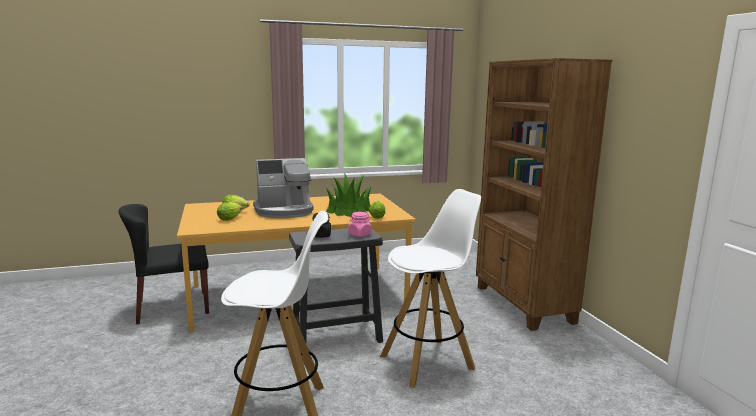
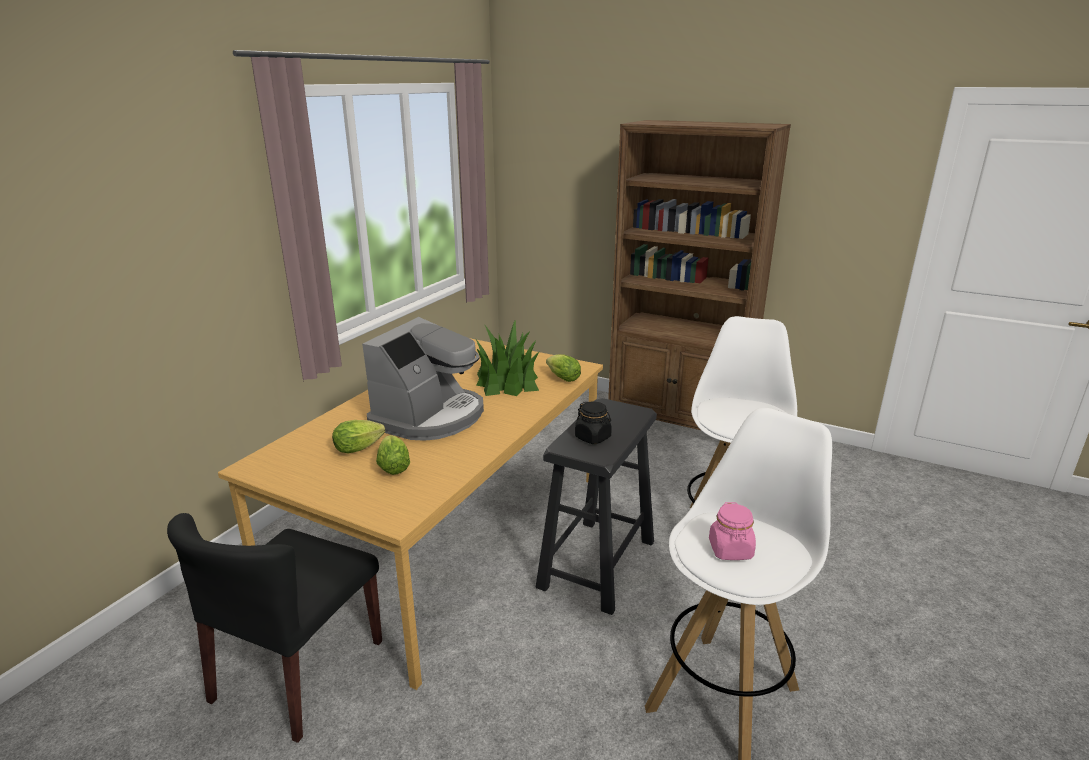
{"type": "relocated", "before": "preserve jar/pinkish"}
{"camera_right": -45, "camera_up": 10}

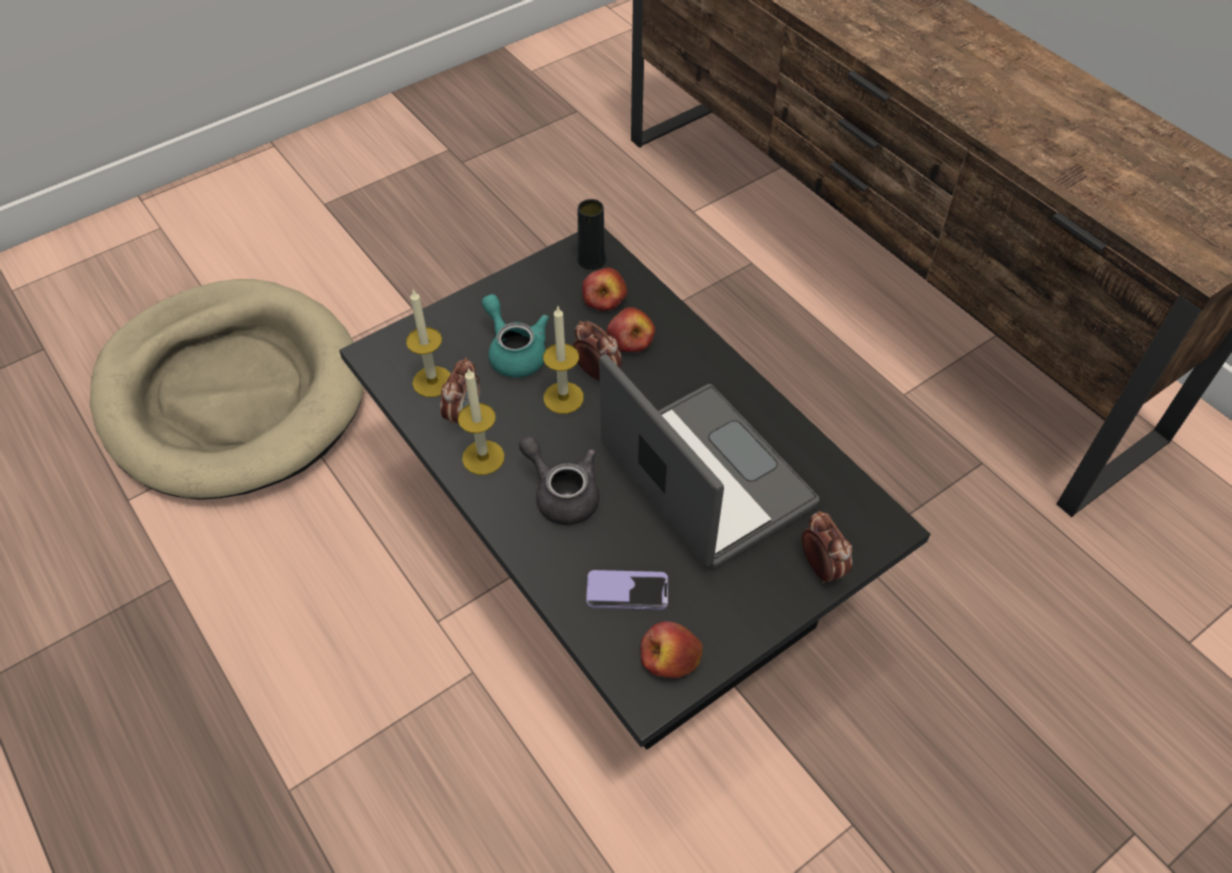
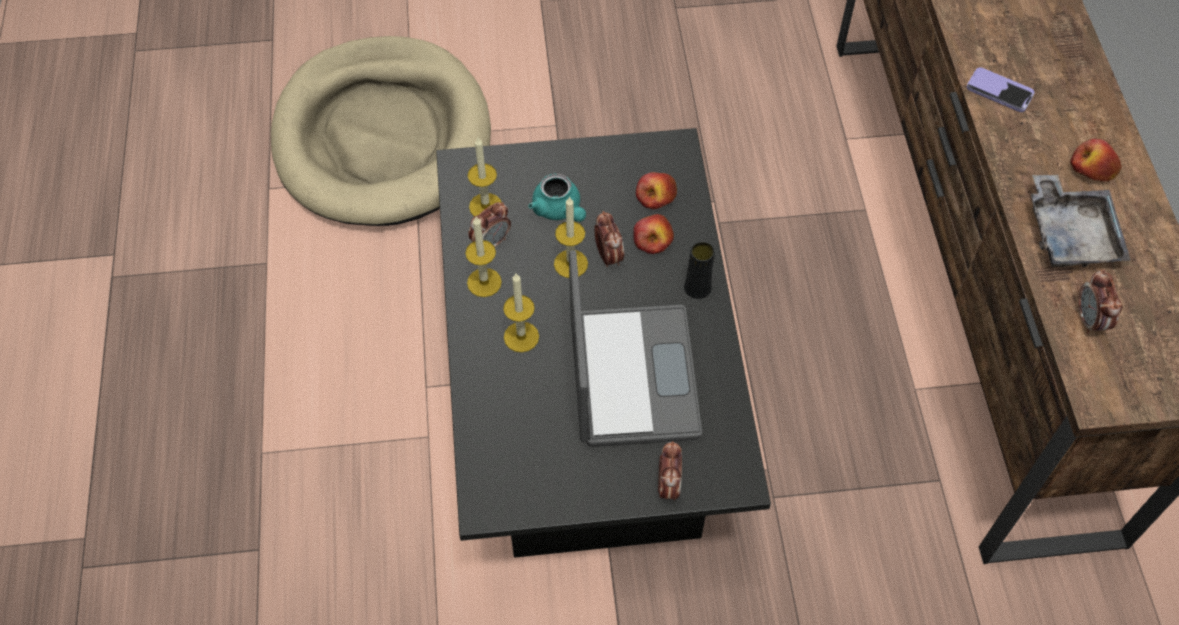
{"type": "spun", "before": "teapot/blue-green", "turn": 150}
{"type": "exchanged", "before": "teapot/greyish", "after": "wax light (no. 3 from left)"}
{"type": "relocated", "before": "flower vase/blackish"}
{"type": "relocated", "before": "telephone"}
{"type": "relocated", "before": "apple fruit (no. 3 from left)"}
{"type": "appeared", "after": "tray/greyish"}
{"type": "appeared", "after": "table clock (no. 4 from left)"}
{"camera_right": 30, "camera_up": 5}

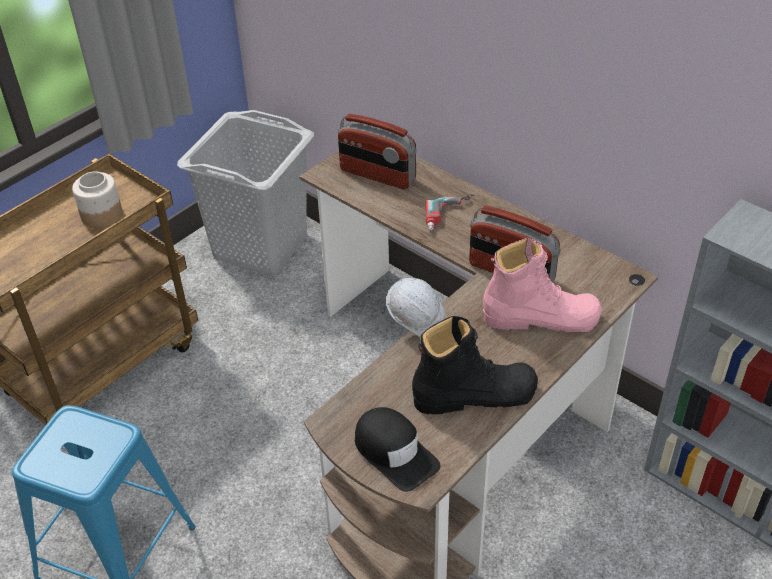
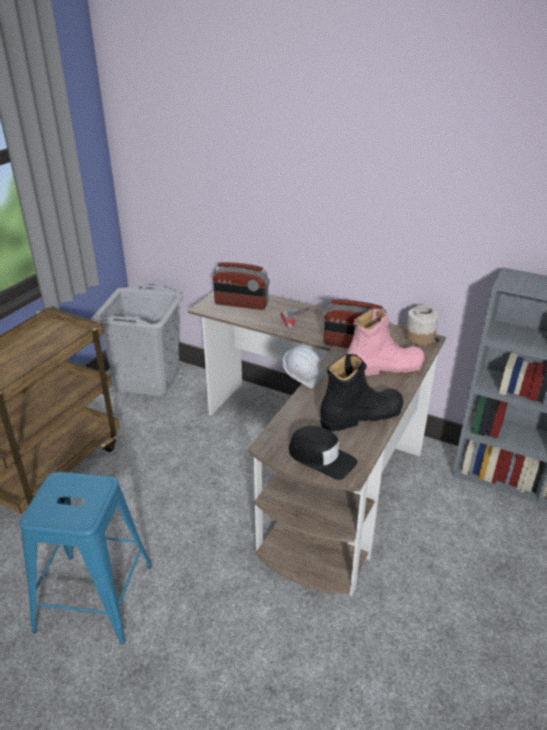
{"type": "relocated", "before": "preserve jar"}
{"camera_right": -15, "camera_up": -10}

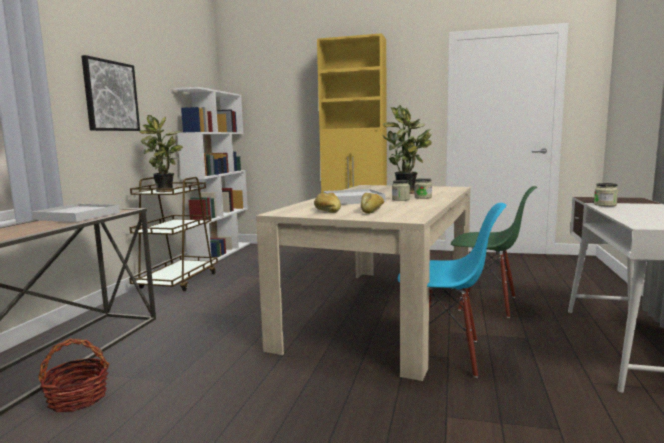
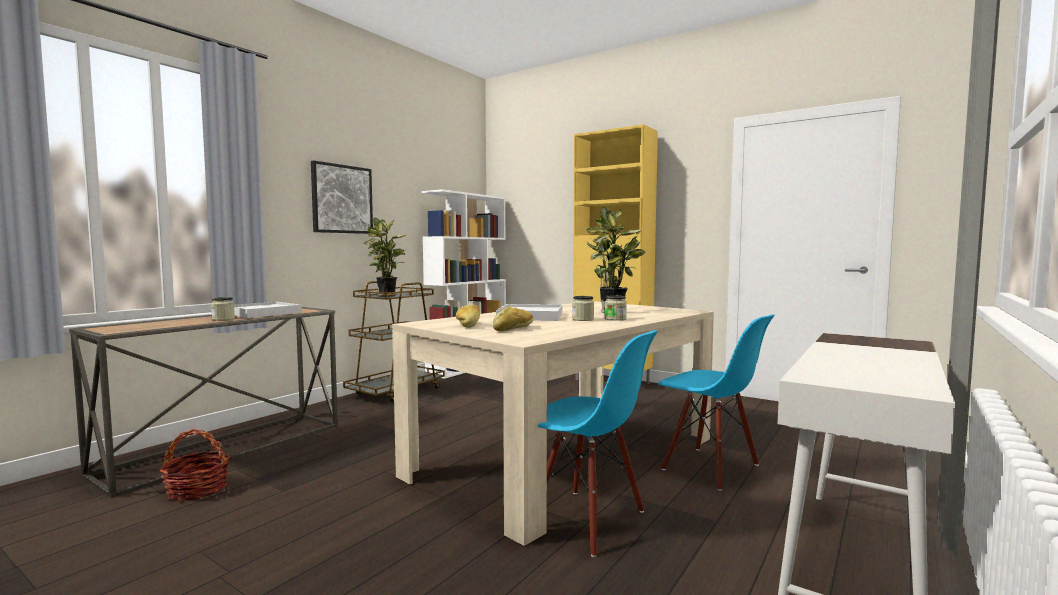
{"type": "colour", "before": "upright chair/green-coloured", "after": "upright chair/blue (no. 2 from left)"}
{"type": "relocated", "before": "preserve jar (no. 3 from left in the first image)", "after": "preserve jar (no. 1 from left)"}
{"camera_right": 20, "camera_up": -5}

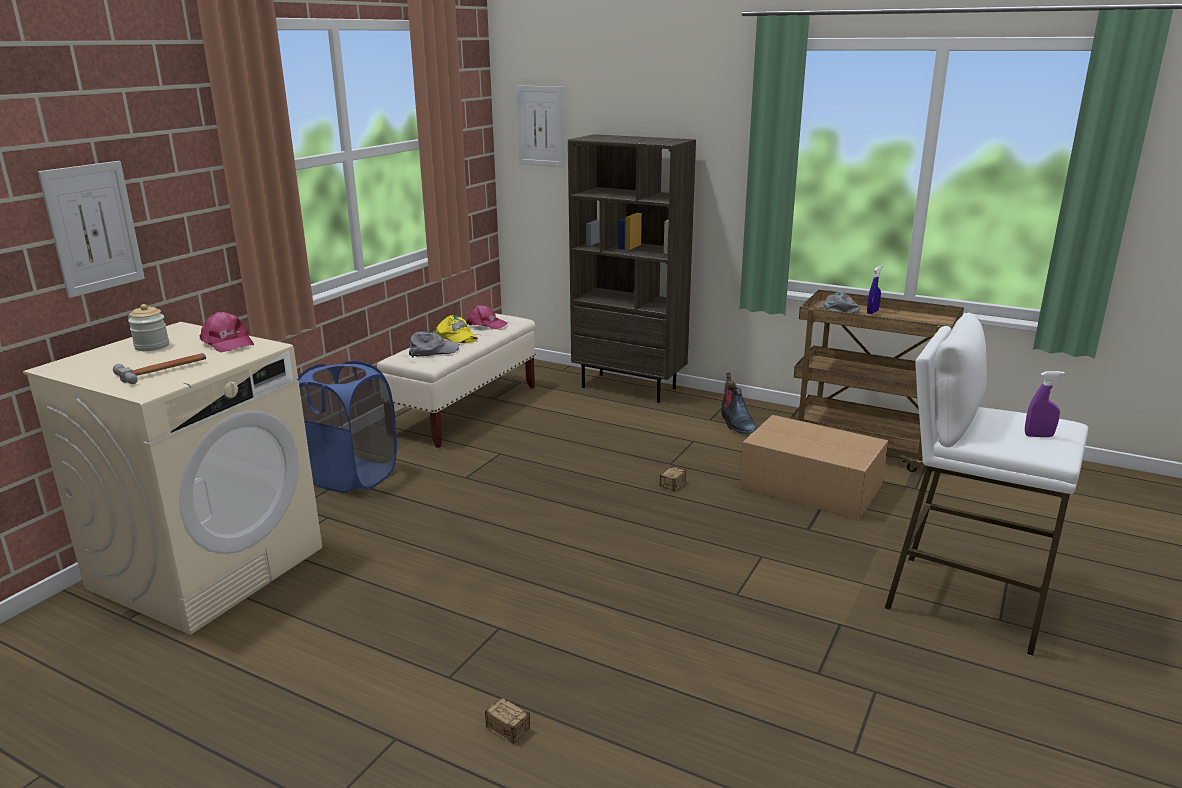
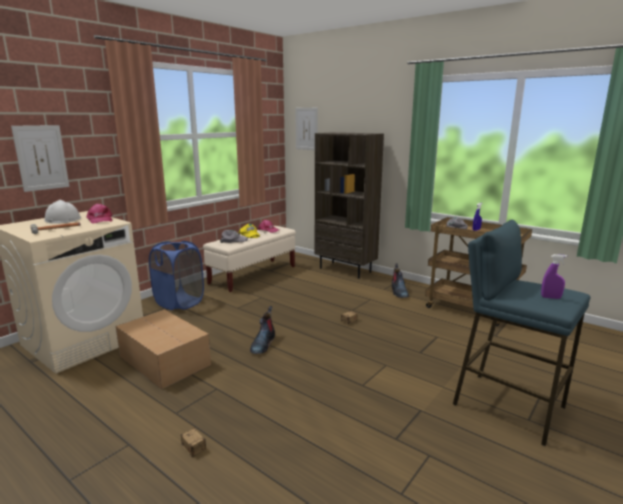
{"type": "exchanged", "before": "preserve jar", "after": "work helmet/whitish"}
{"type": "relocated", "before": "packing box"}
{"type": "colour", "before": "sitting stool/whitish", "after": "sitting stool/blue"}
{"type": "appeared", "after": "boot (no. 1 from left)"}
{"camera_right": 10, "camera_up": -5}

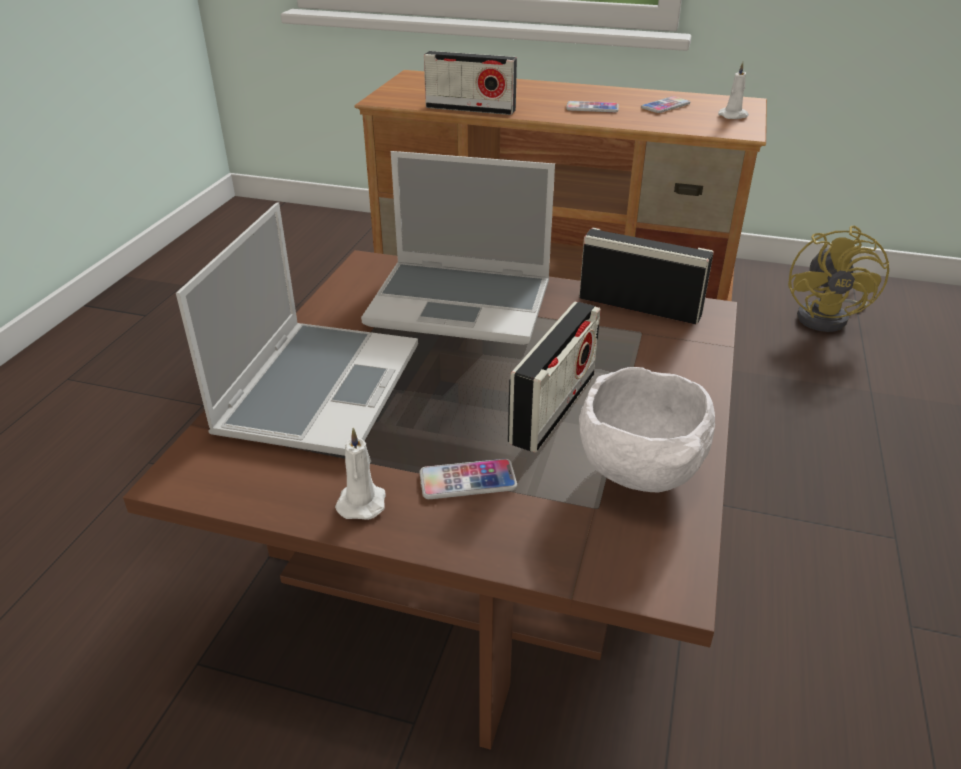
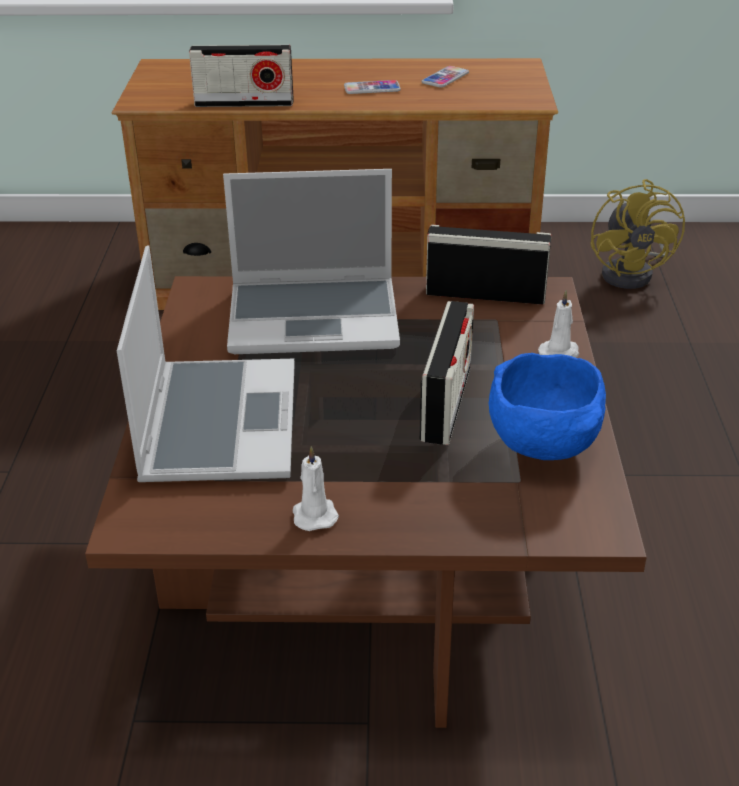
{"type": "missing", "before": "telephone (no. 1 from left)"}
{"type": "colour", "before": "bowl/whitish", "after": "bowl/blue"}
{"type": "relocated", "before": "wax light/whitish (no. 2 from left)"}
{"camera_right": -15, "camera_up": 0}

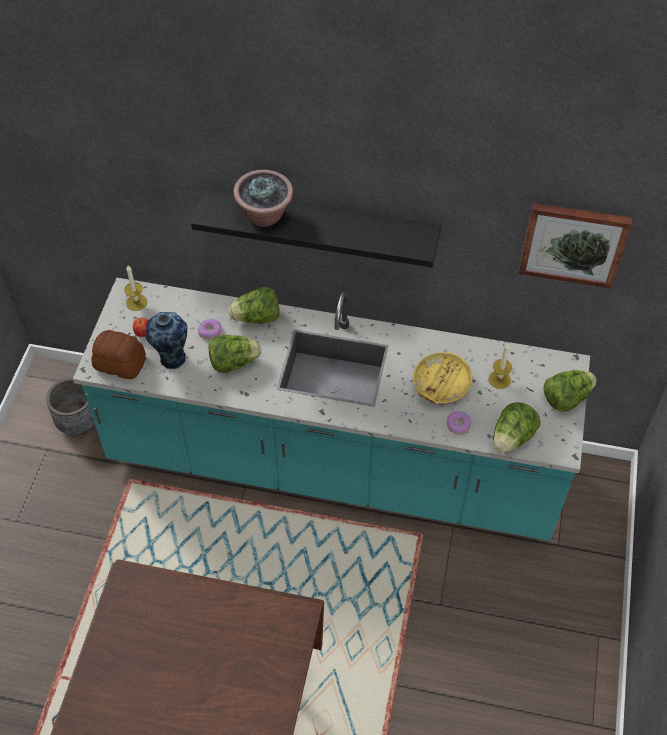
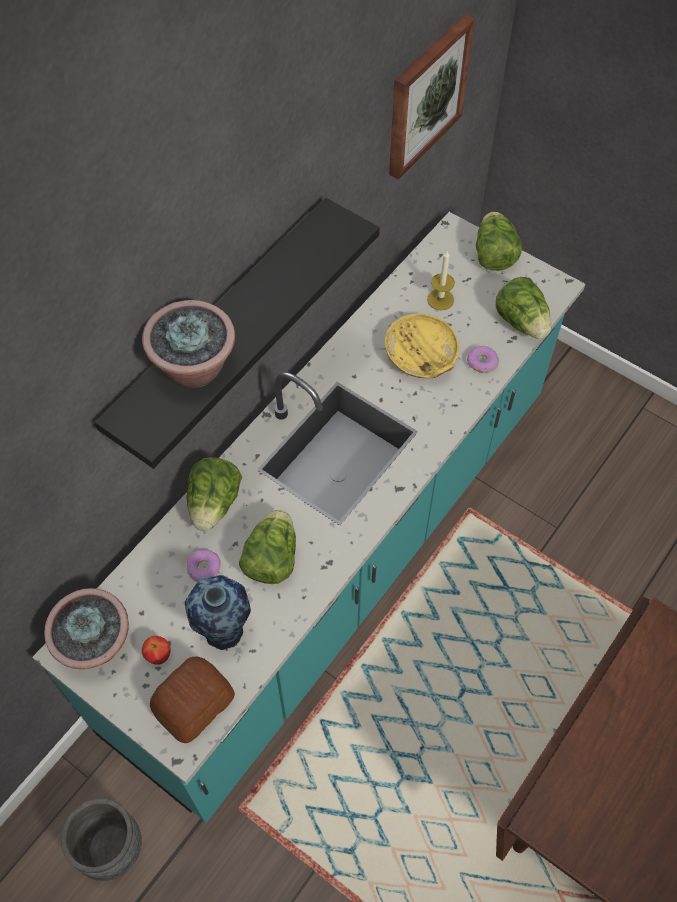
{"type": "exchanged", "before": "wax light (no. 1 from left)", "after": "plant in a pot (no. 1 from left)"}
{"camera_right": -65, "camera_up": 5}

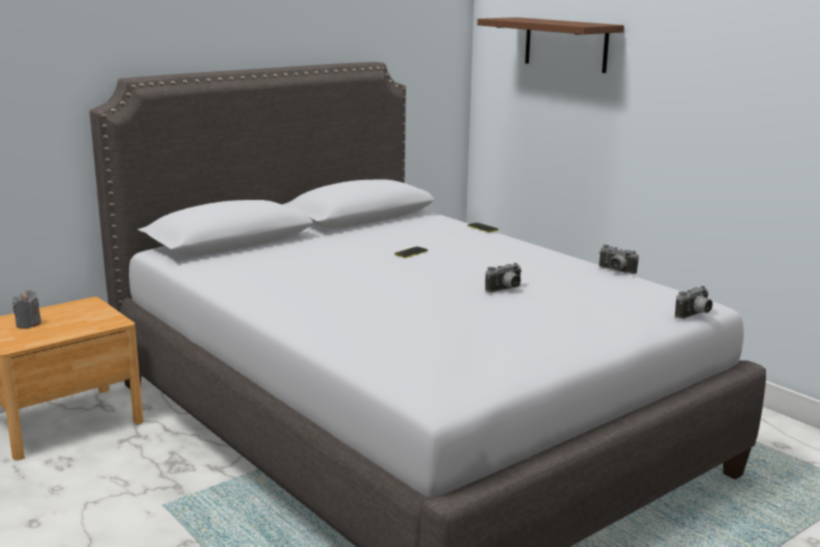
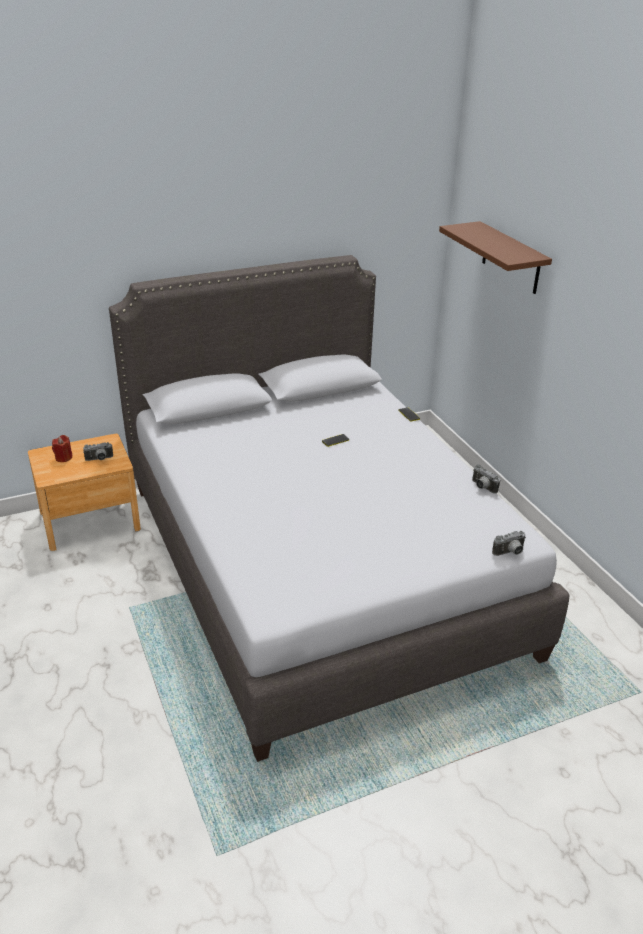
{"type": "colour", "before": "wax light/greyish", "after": "wax light/reddish"}
{"type": "relocated", "before": "still camera (no. 1 from left)"}
{"camera_right": 15, "camera_up": 15}

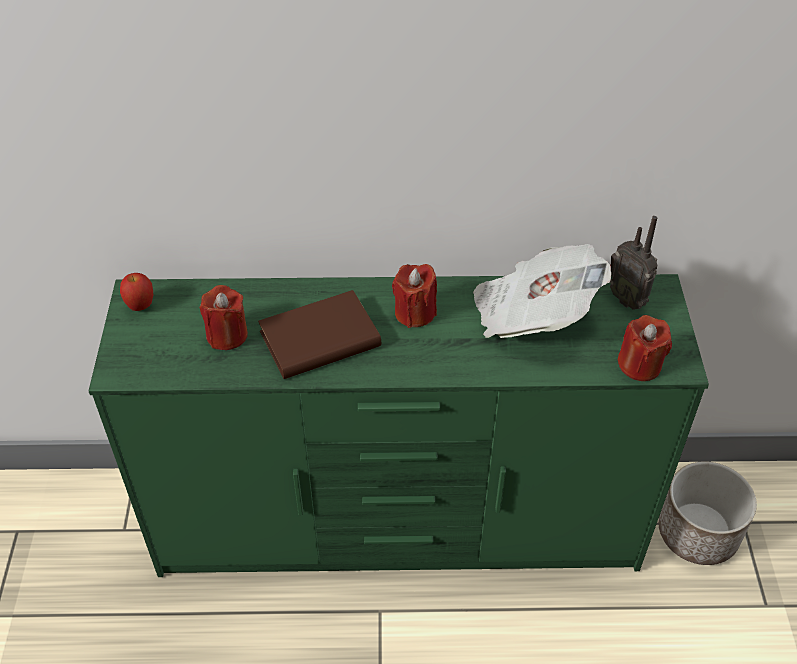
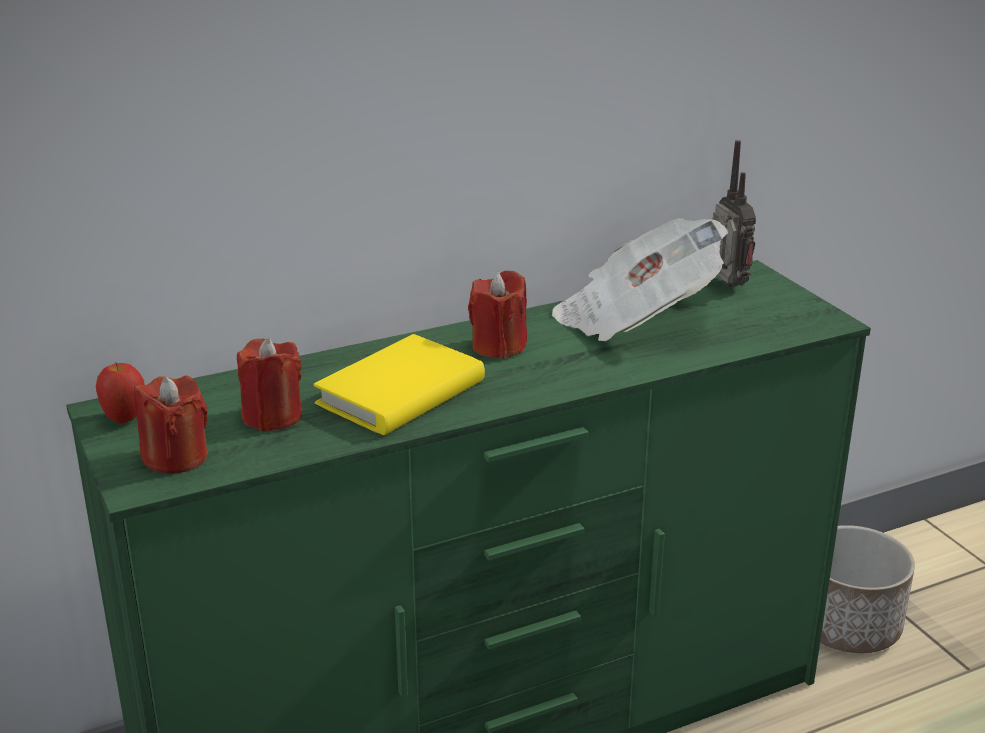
{"type": "colour", "before": "book/brown-coloured", "after": "book/yellowish"}
{"type": "spun", "before": "radio set", "turn": -135}
{"type": "relocated", "before": "wax light/reddish (no. 3 from left in the first image)", "after": "wax light/reddish (no. 1 from left)"}
{"camera_right": -25, "camera_up": -20}

